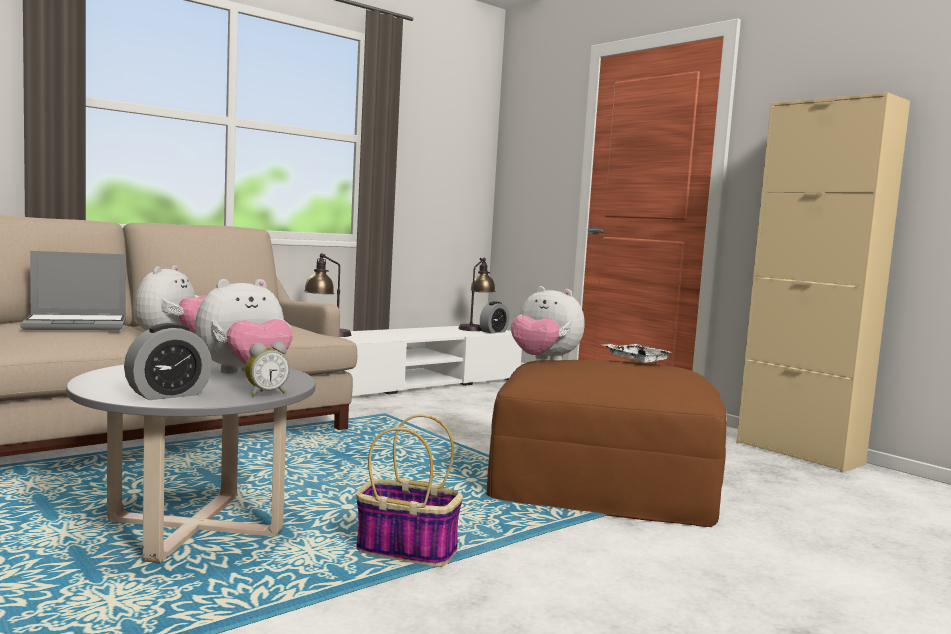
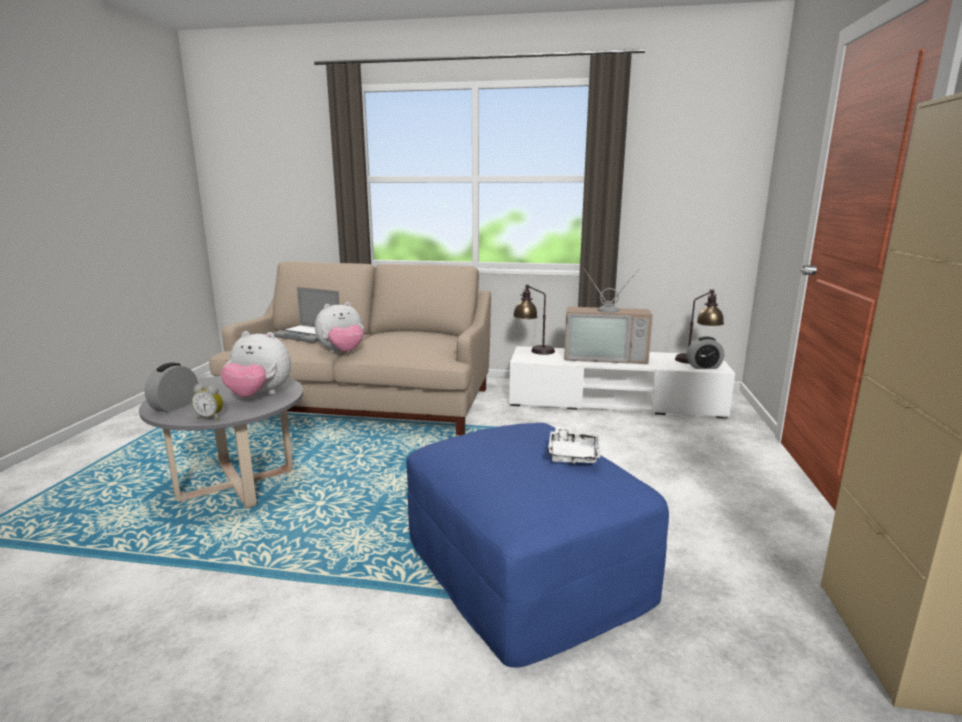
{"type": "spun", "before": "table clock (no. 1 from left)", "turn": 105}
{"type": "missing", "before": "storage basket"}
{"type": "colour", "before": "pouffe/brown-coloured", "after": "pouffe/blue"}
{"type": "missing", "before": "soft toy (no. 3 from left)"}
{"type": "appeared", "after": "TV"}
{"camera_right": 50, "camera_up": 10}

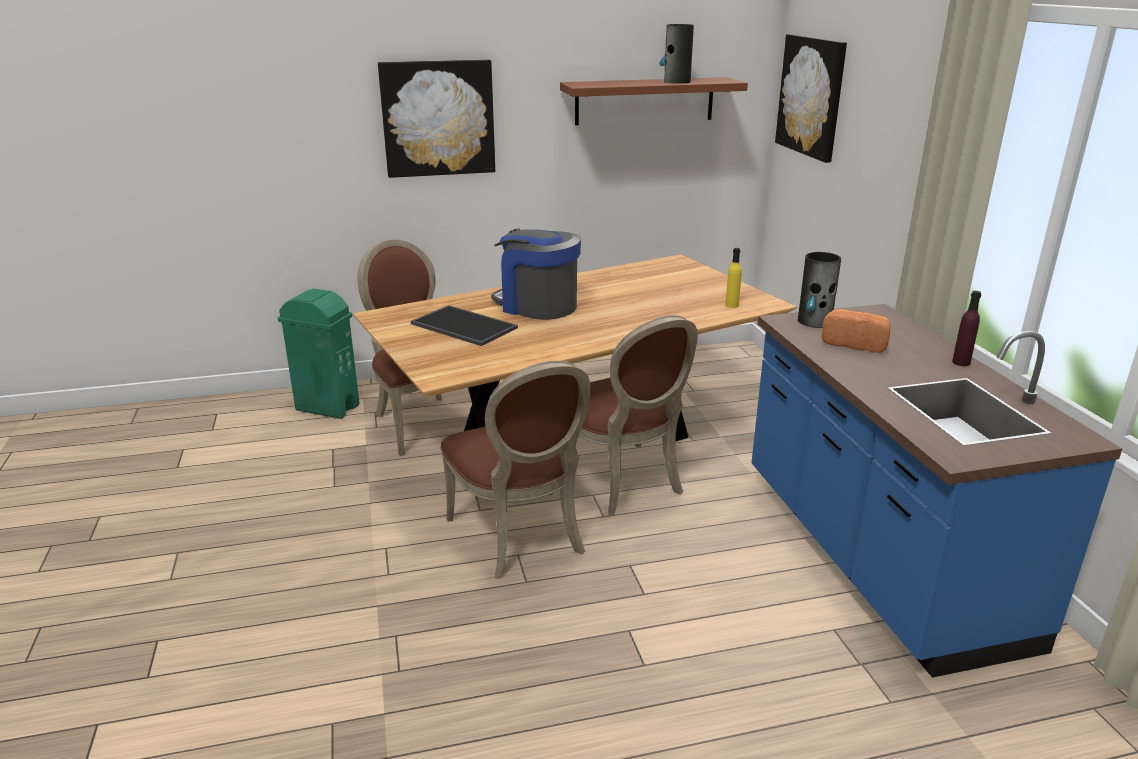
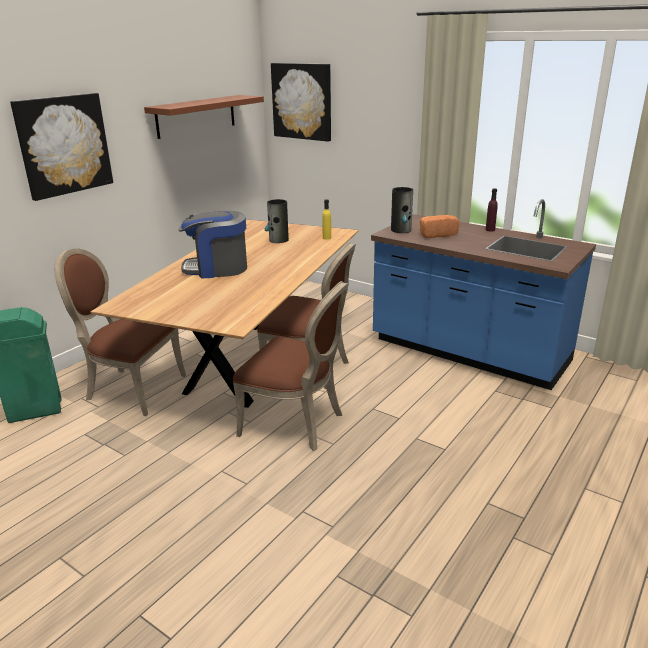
{"type": "missing", "before": "tray"}
{"type": "relocated", "before": "flower vase (no. 1 from left)"}
{"camera_right": -40, "camera_up": 0}

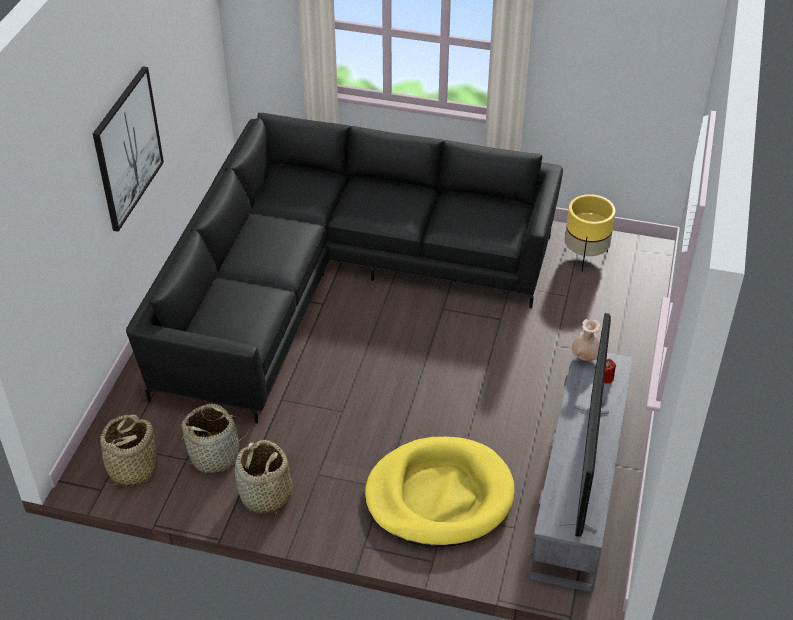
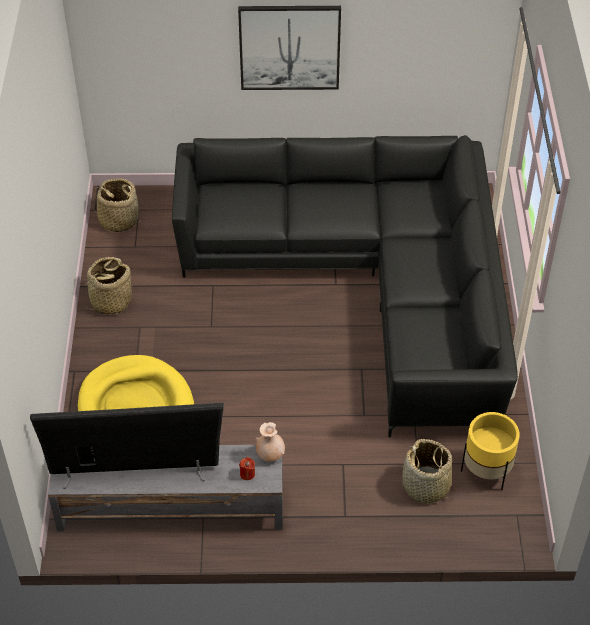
{"type": "relocated", "before": "storage basket (no. 2 from left in the first image)", "after": "storage basket (no. 3 from left)"}
{"camera_right": 75, "camera_up": 5}

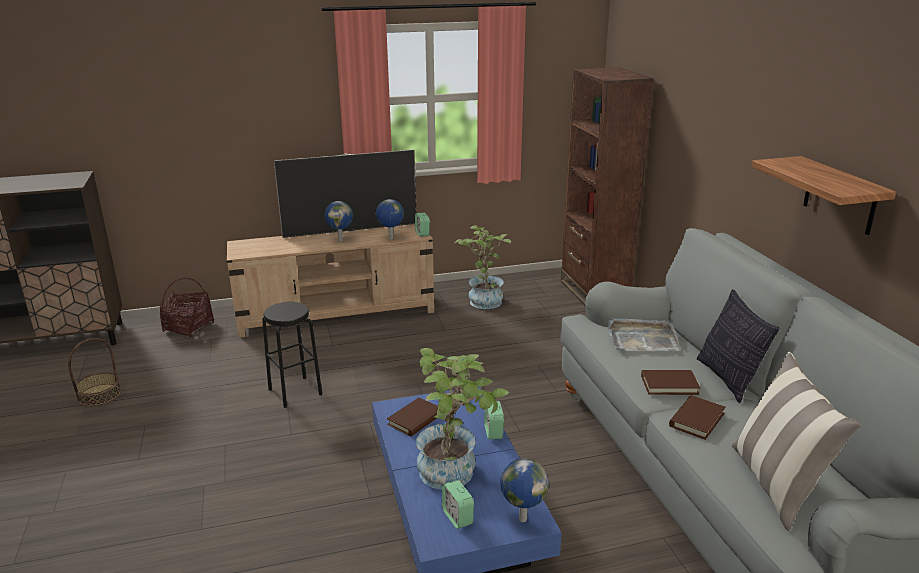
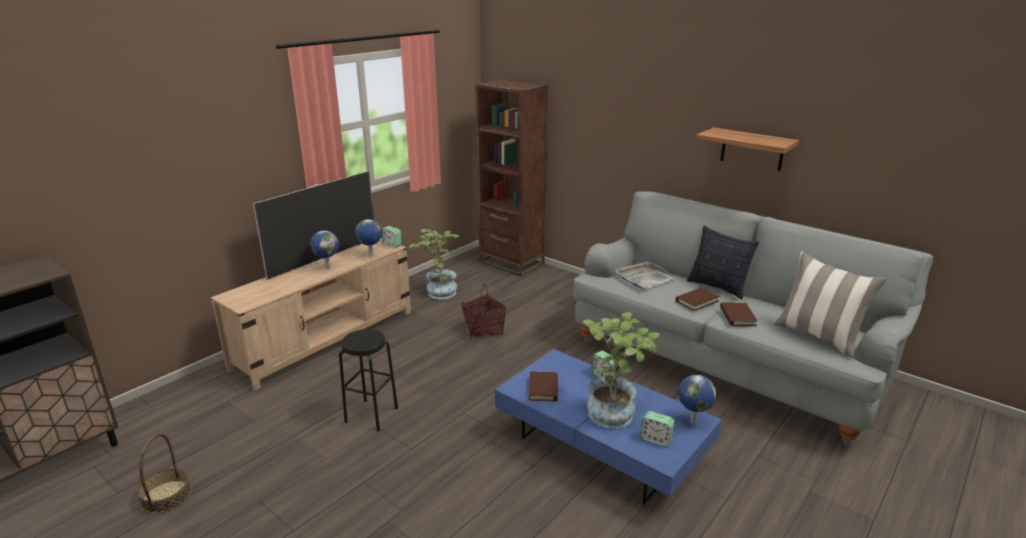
{"type": "relocated", "before": "storage basket (no. 2 from left)"}
{"camera_right": -35, "camera_up": 0}

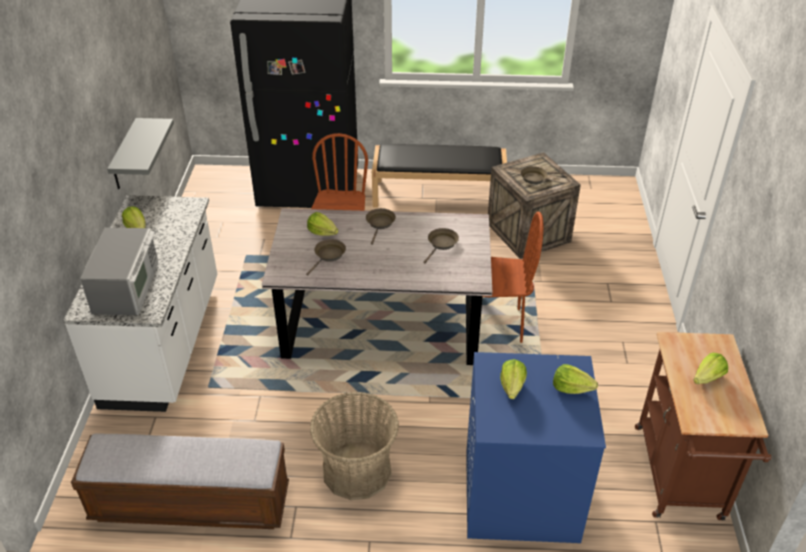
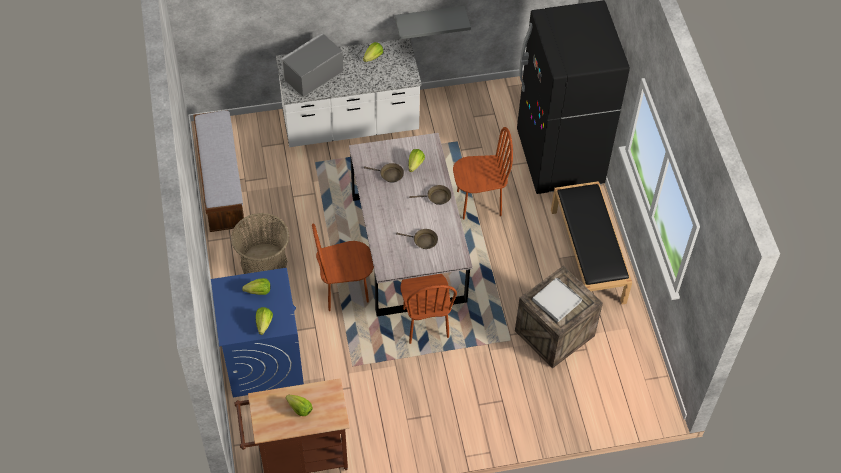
{"type": "spun", "before": "microwave oven", "turn": 150}
{"type": "exchanged", "before": "pan/brown-coloured (no. 4 from left)", "after": "tray/whitish"}
{"type": "appeared", "after": "upright chair/brown-coloured (no. 1 from left)"}
{"camera_right": 75, "camera_up": 15}

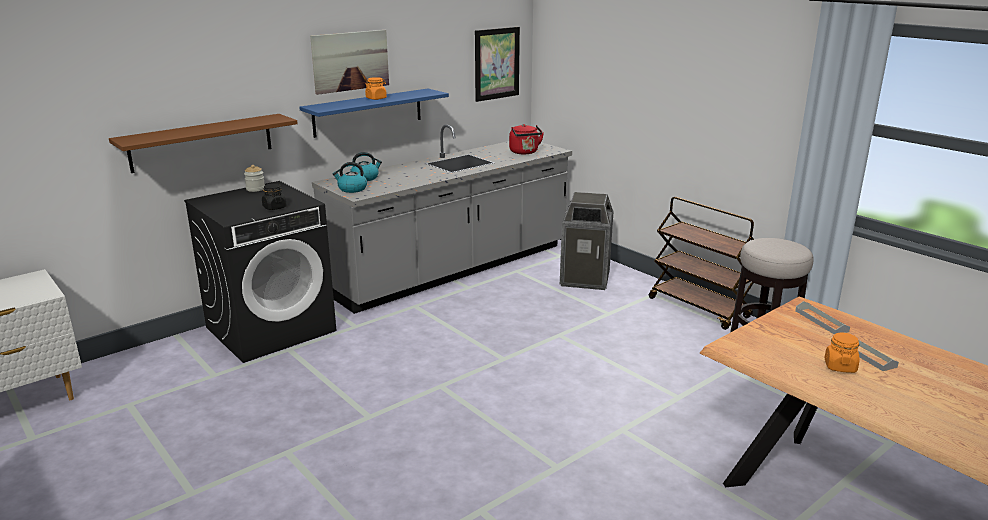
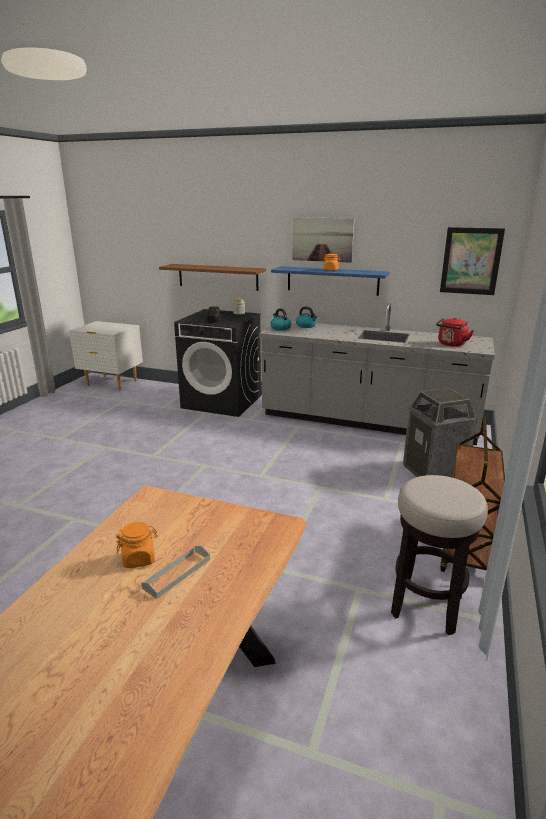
{"type": "missing", "before": "tray/greyish (no. 1 from left)"}
{"camera_right": 60, "camera_up": 0}

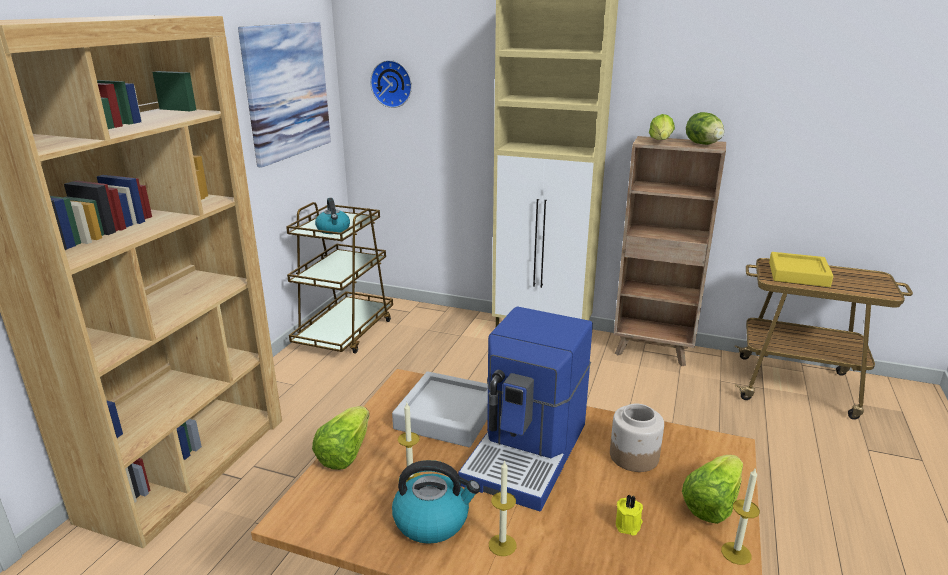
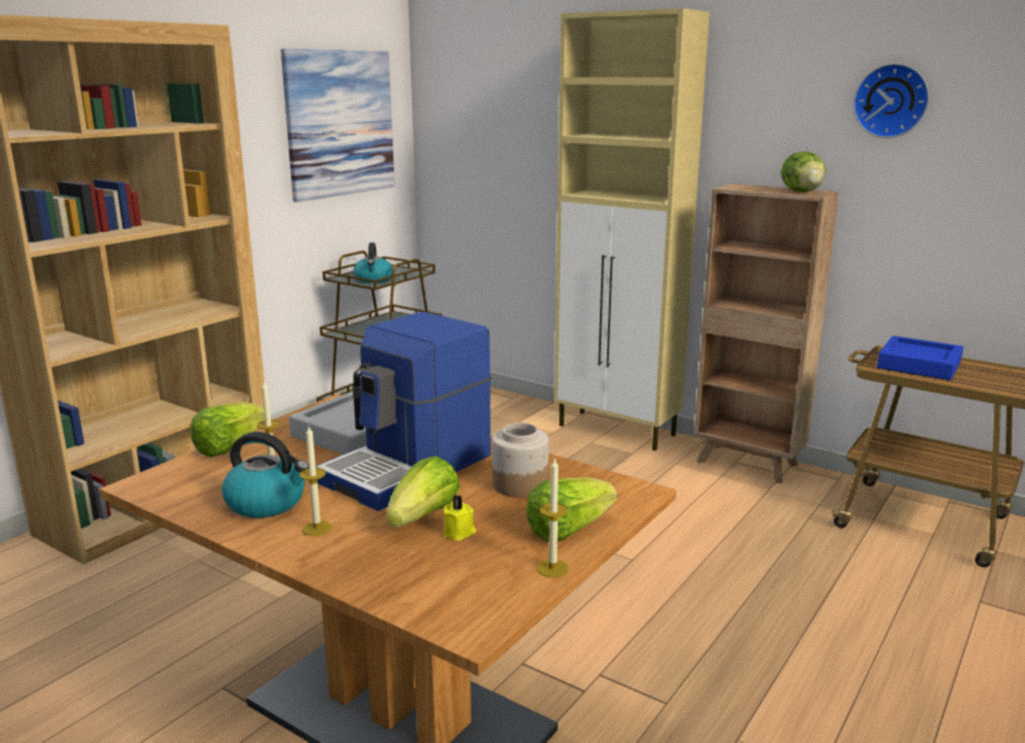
{"type": "relocated", "before": "clock on the wall"}
{"type": "relocated", "before": "lettuce (no. 2 from left)"}
{"type": "colour", "before": "tray/yellowish", "after": "tray/blue"}
{"camera_right": 15, "camera_up": -5}

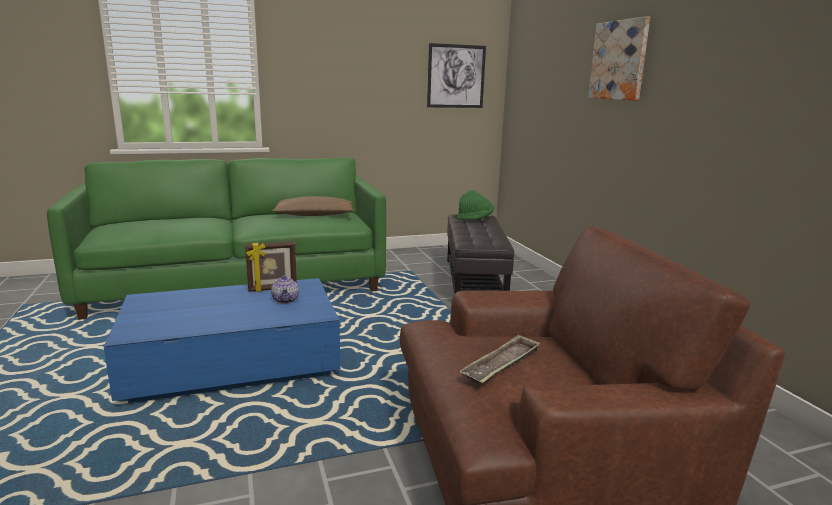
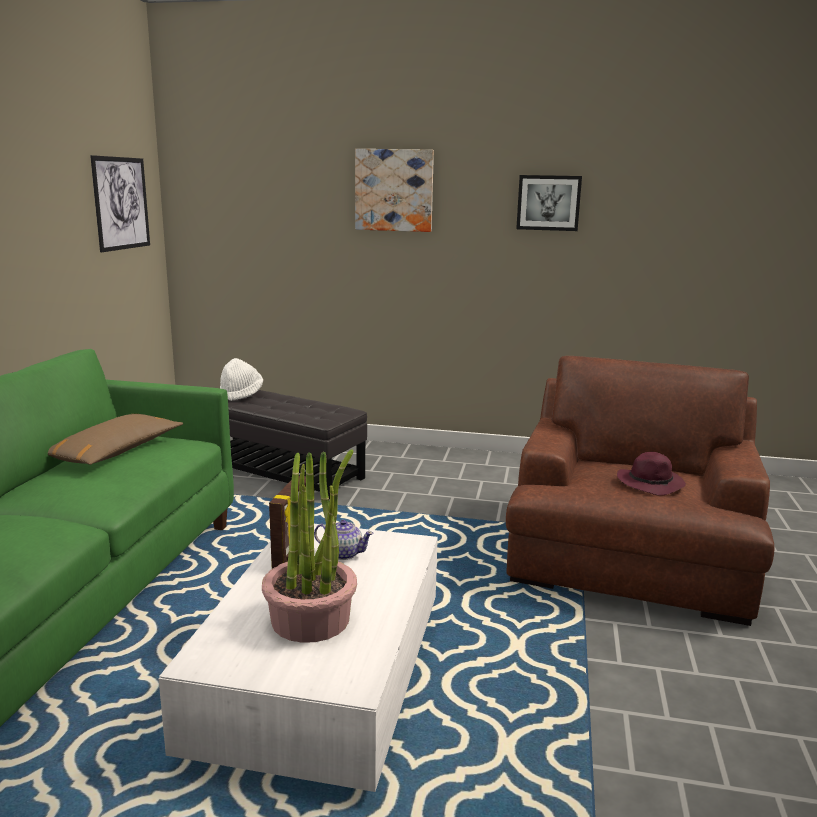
{"type": "colour", "before": "lounge table/blue", "after": "lounge table/whitish"}
{"type": "colour", "before": "wearable hat/green-coloured", "after": "wearable hat/whitish"}
{"type": "exchanged", "before": "tray", "after": "wearable hat/purplish"}
{"type": "appeared", "after": "plant in a pot"}
{"type": "appeared", "after": "picture (no. 3 from left)"}
{"camera_right": -60, "camera_up": 0}

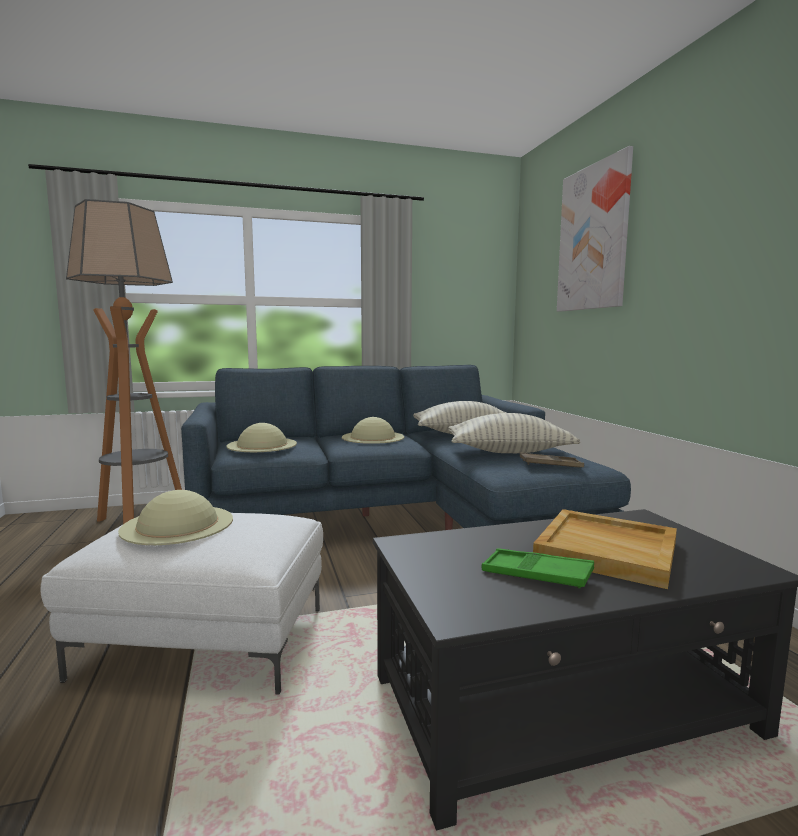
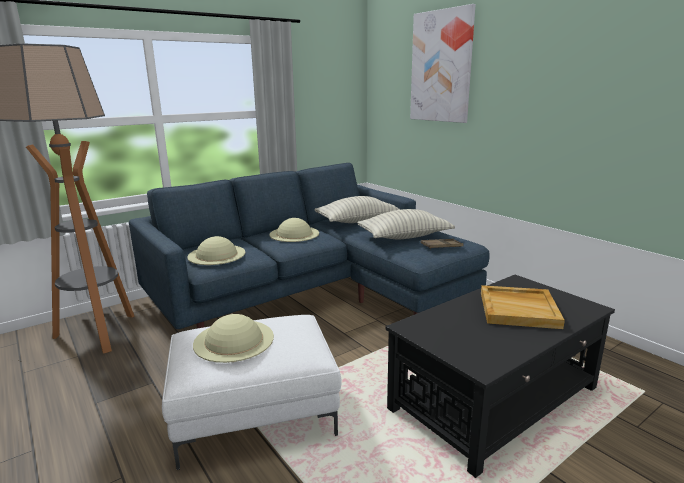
{"type": "missing", "before": "tray/green-coloured"}
{"camera_right": -20, "camera_up": 10}

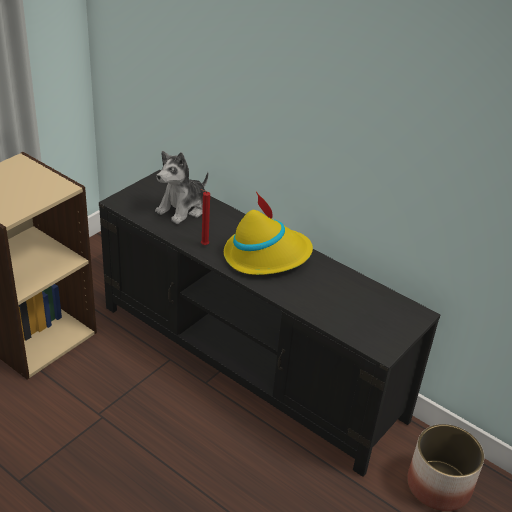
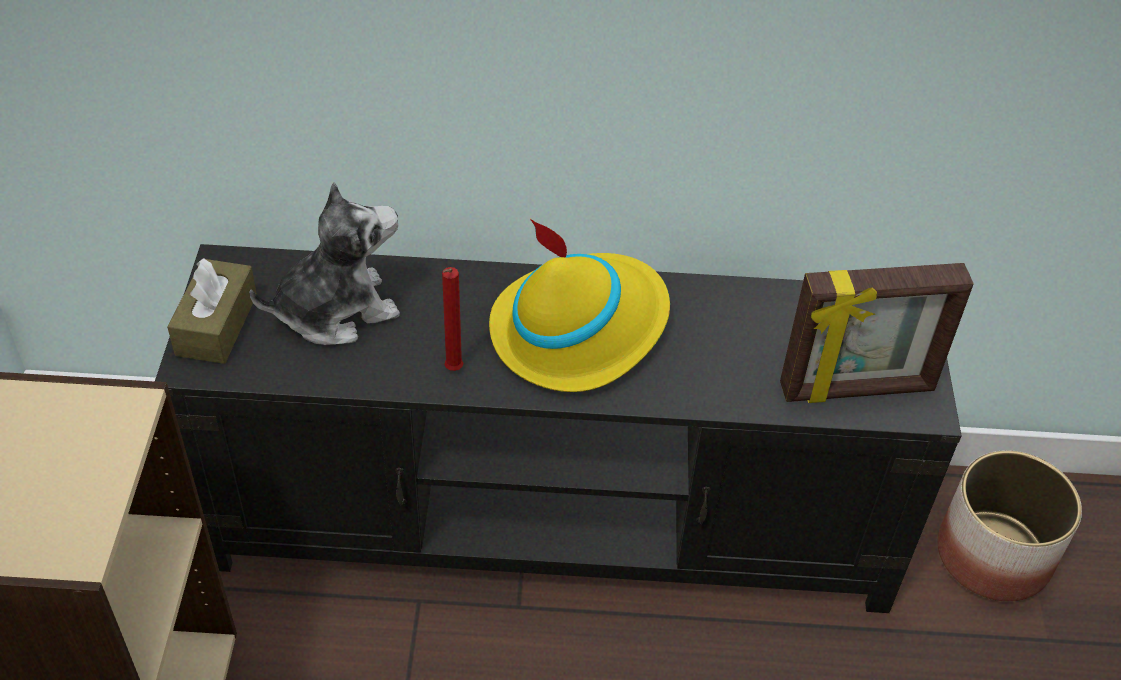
{"type": "spun", "before": "soft toy", "turn": -120}
{"type": "appeared", "after": "box of tissues/brown-coloured"}
{"type": "appeared", "after": "picture frame"}
{"camera_right": -35, "camera_up": 10}

